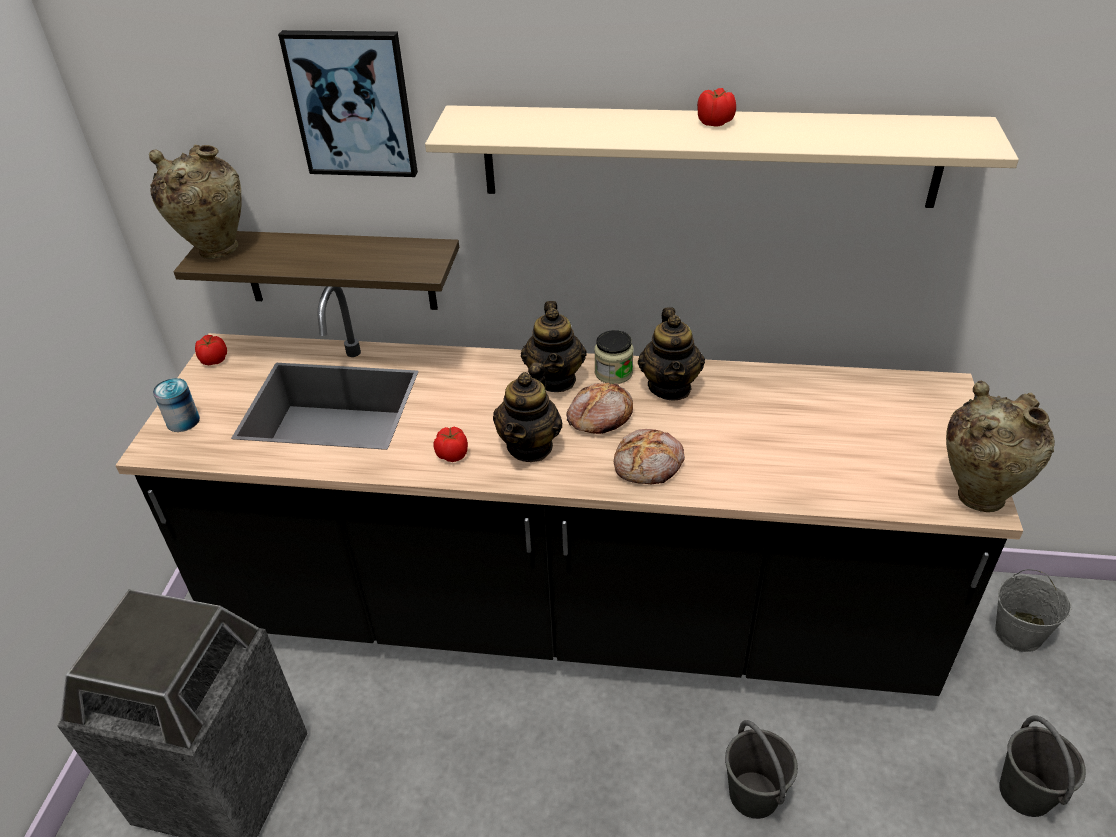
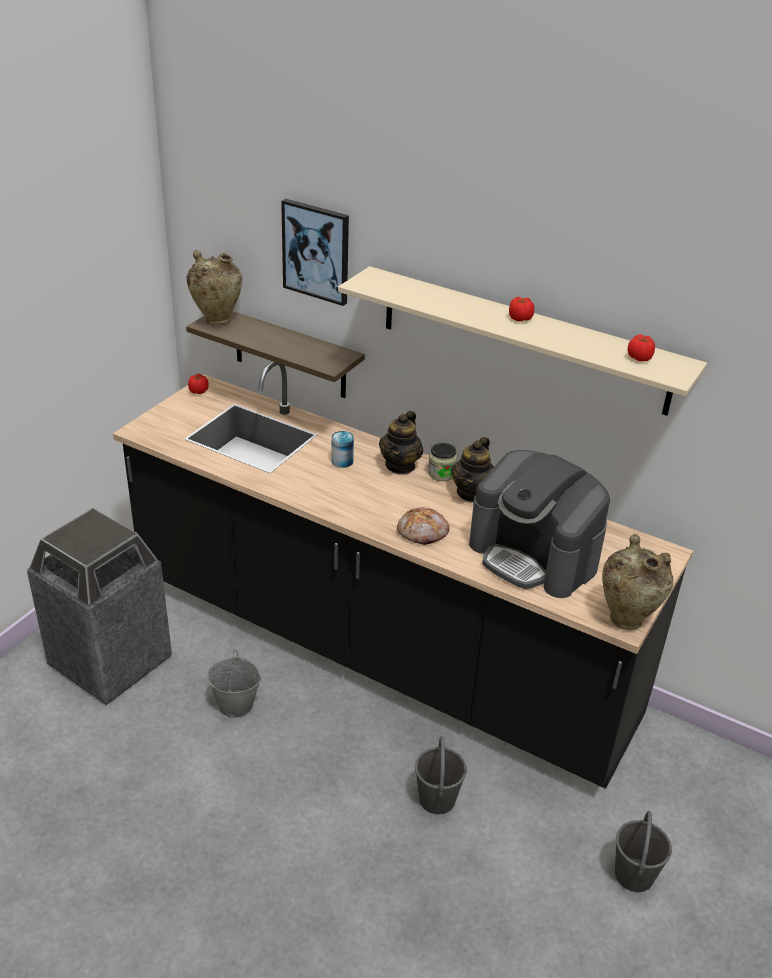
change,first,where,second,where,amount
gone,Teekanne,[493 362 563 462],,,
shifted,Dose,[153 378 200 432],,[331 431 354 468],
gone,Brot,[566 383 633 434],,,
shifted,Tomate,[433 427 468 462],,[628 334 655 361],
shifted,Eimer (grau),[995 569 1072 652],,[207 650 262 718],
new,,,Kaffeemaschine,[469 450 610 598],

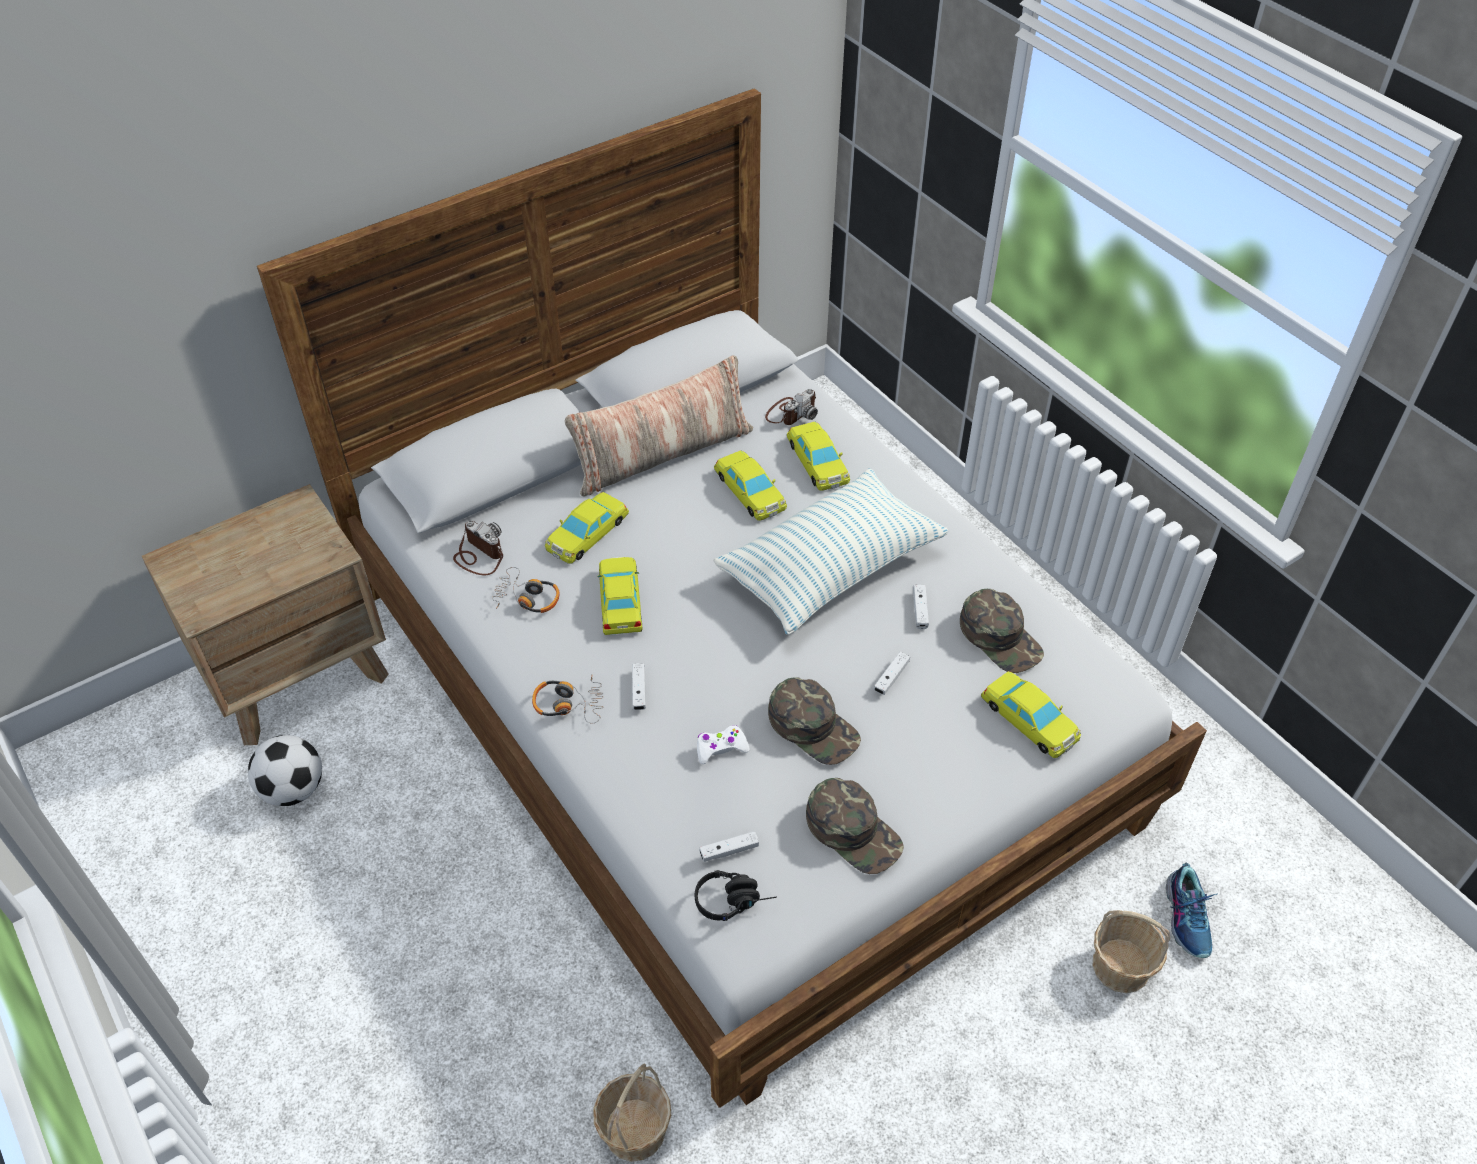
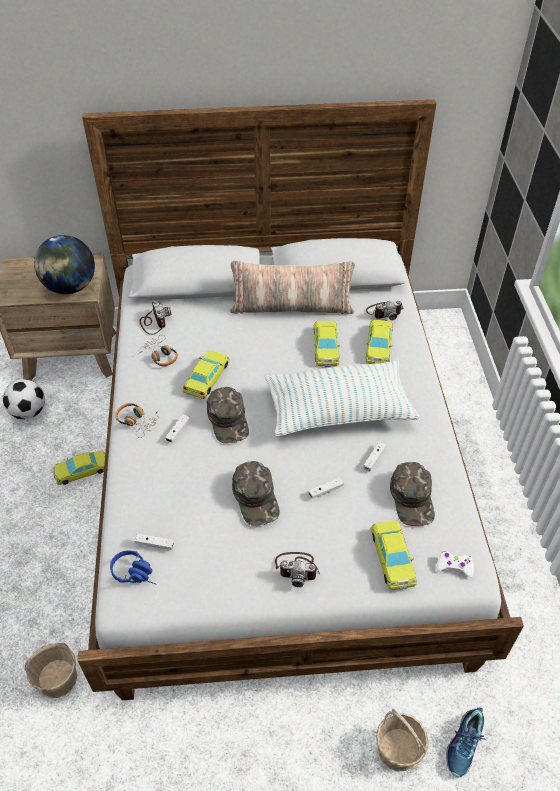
change,first,where,second,where,amount
shifted,Spielzeugauto (gelb),[545 492 629 564],,[53 451 105 485],
shifted,Gamepad (weiß),[697 725 749 764],,[436 551 474 578],
shifted,Kappe (grün),[806 778 904 874],,[207 387 249 443],
repainted,Kopfhörer (schwarz),[695 870 777 921],Kopfhörer (blau),[110 550 156 584],
new,,,Globus,[34 235 95 294],
new,,,Kamera,[275 552 320 587],

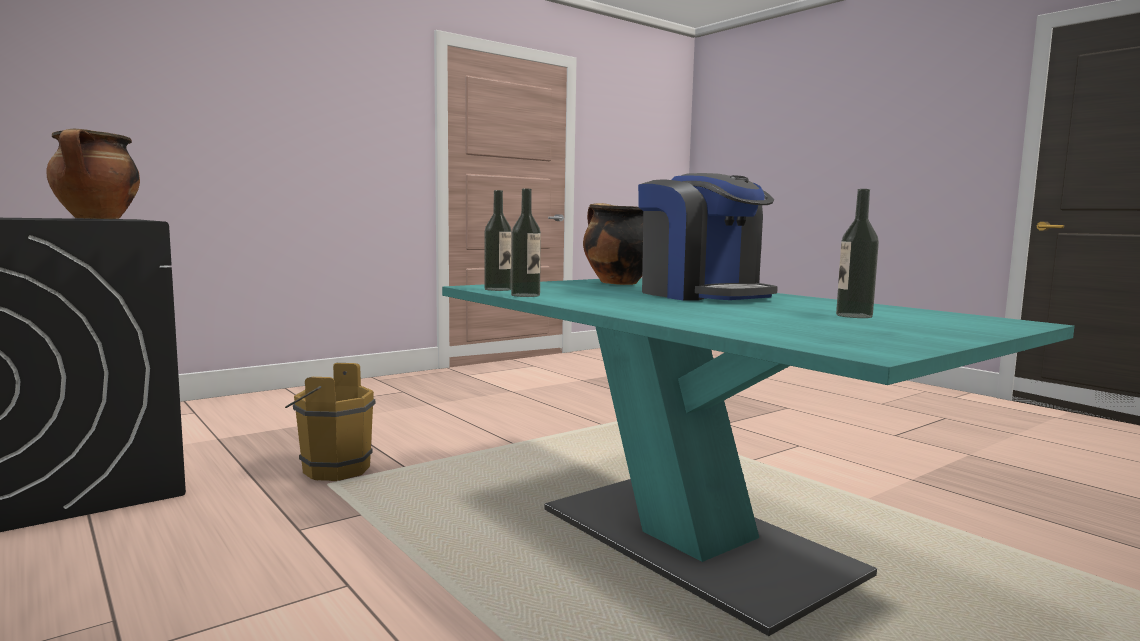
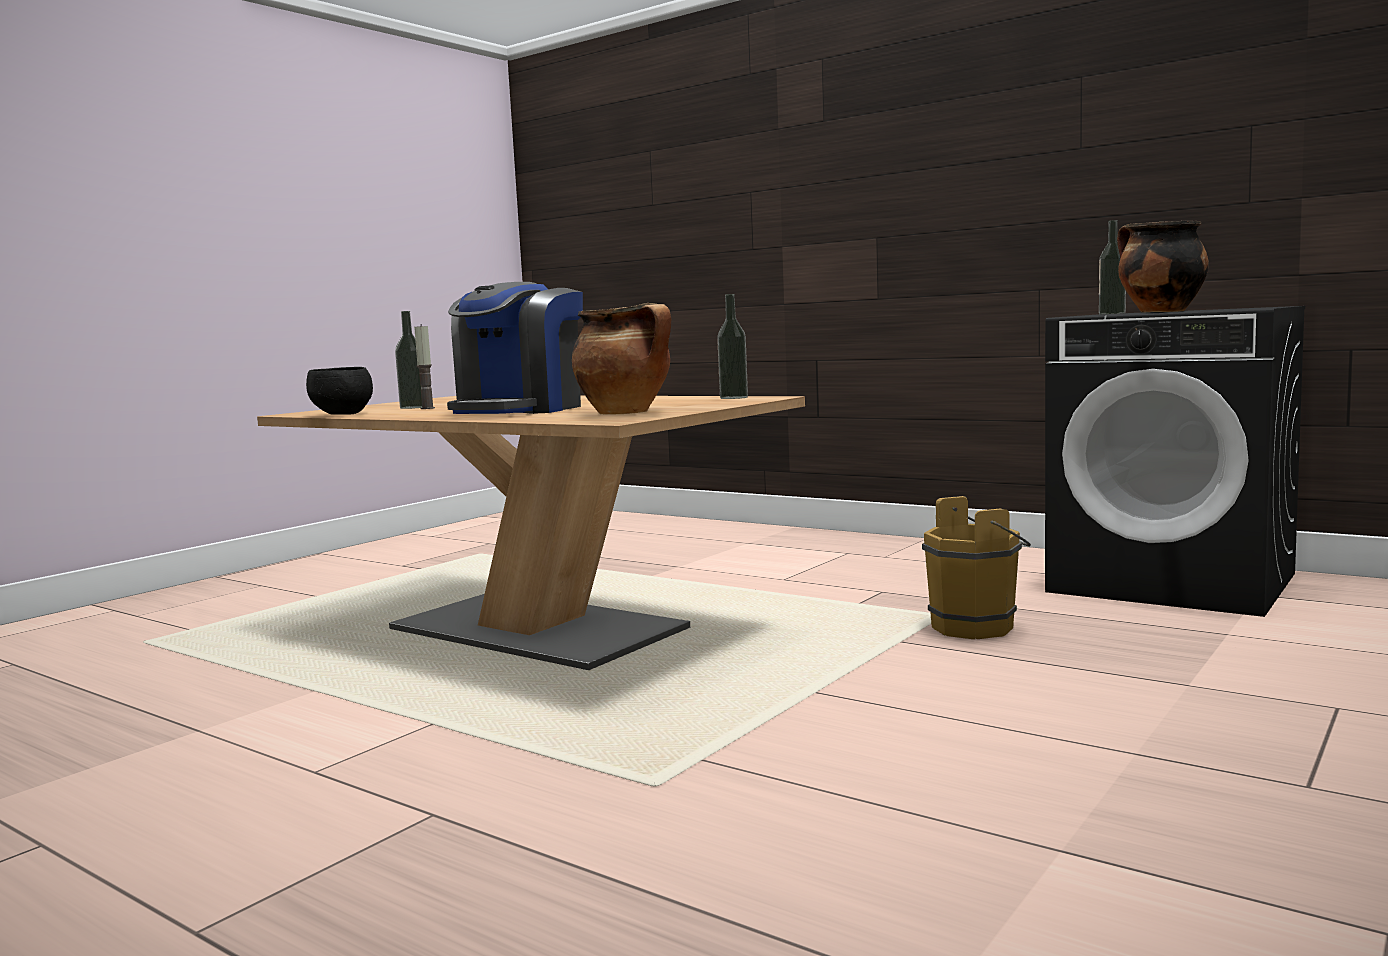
change,first,where,second,where,amount
rotated,Kaffeemaschine,[638 173 777 301],,[447 282 583 414],105 degrees counterclockwise
shifted,Flasche,[511 189 541 297],,[1099 220 1126 314],
repainted,Esstisch (türkis),[442 278 1074 636],Esstisch (braun),[257 396 805 670],
new,,,Kerze,[414 326 435 409],
new,,,Schüssel (schwarz),[306 367 373 415],

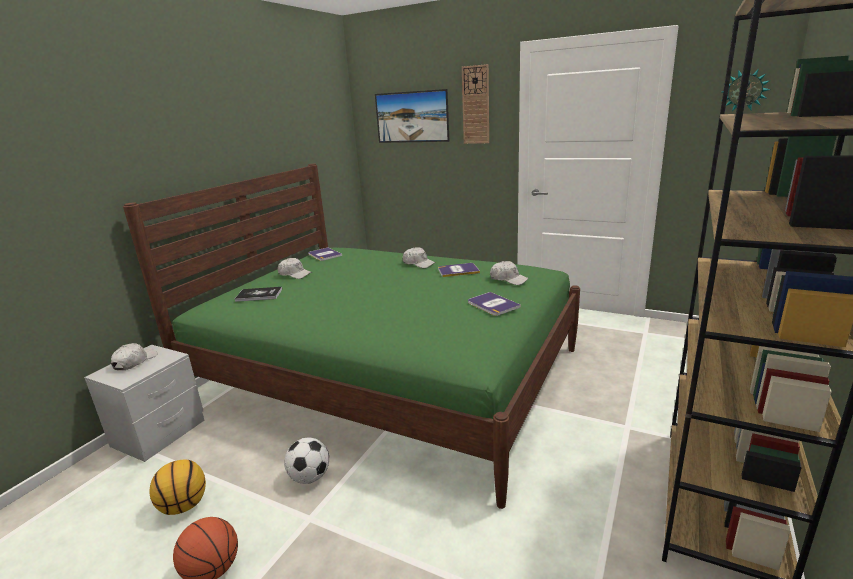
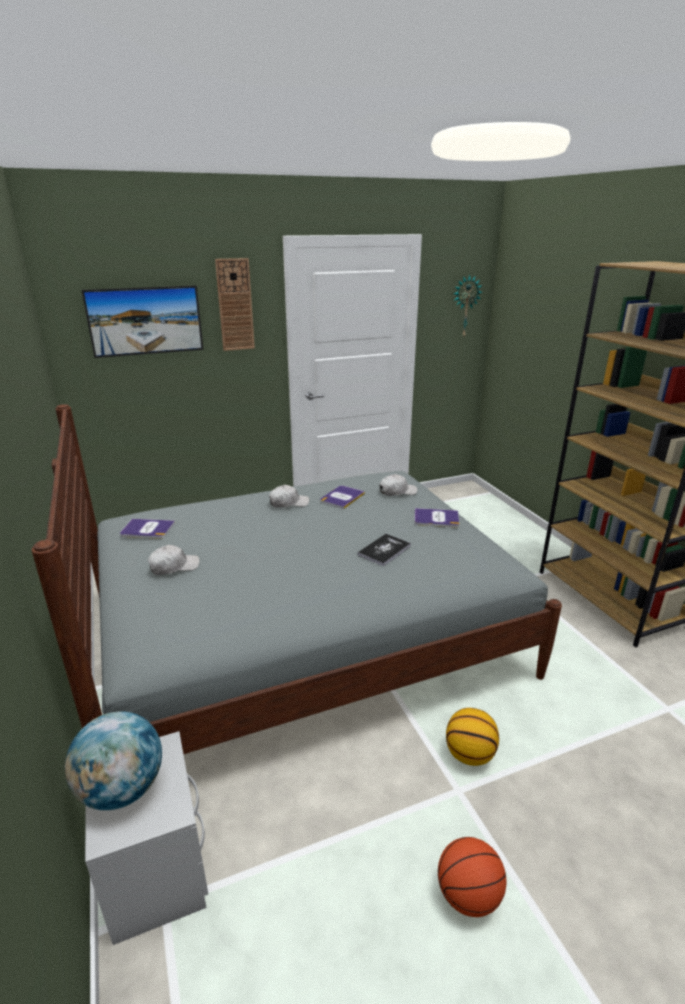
change,first,where,second,where,amount
repainted,Bett (grün),[123 164 580 509],Bett (grau),[32 404 562 754],
shifted,Buch,[235 287 282 302],,[358 534 411 566],
swapped,Kappe (weiß),[111 343 157 370],Globus,[65 711 162 810],
gone,Fußball,[284 438 329 484],,,
shifted,Basketball,[150 459 206 515],,[446 708 499 766],

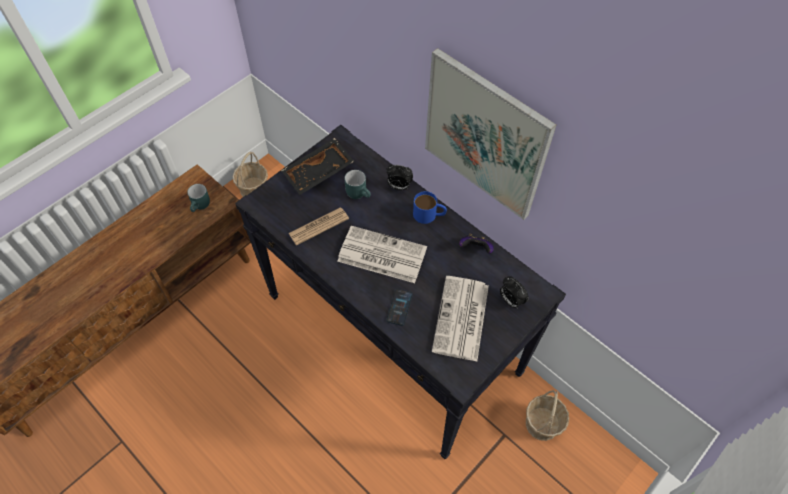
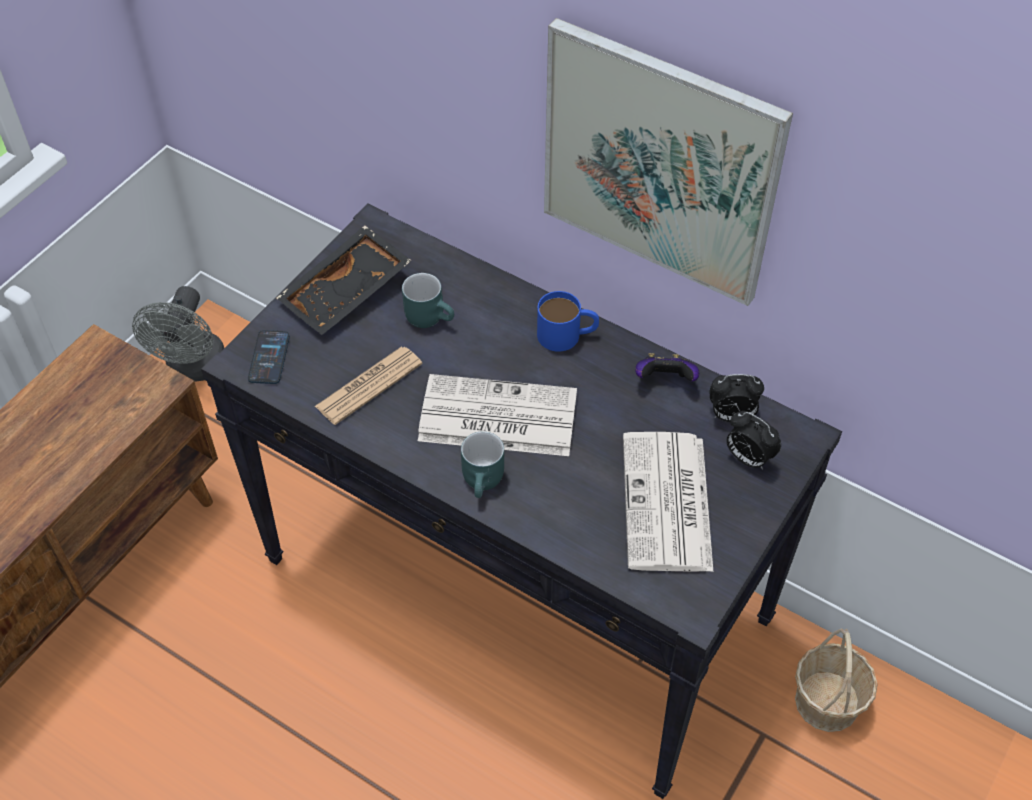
change,first,where,second,where,amount
swapped,Korb,[233 152 268 197],Ventilator (grau),[132 286 224 382],
shifted,Wecker,[386 165 413 190],,[709 374 764 422],
shifted,Henkelbecher (türkis),[187 184 210 212],,[461 431 504 498],
shifted,Handy,[386 289 413 326],,[248 330 290 384],

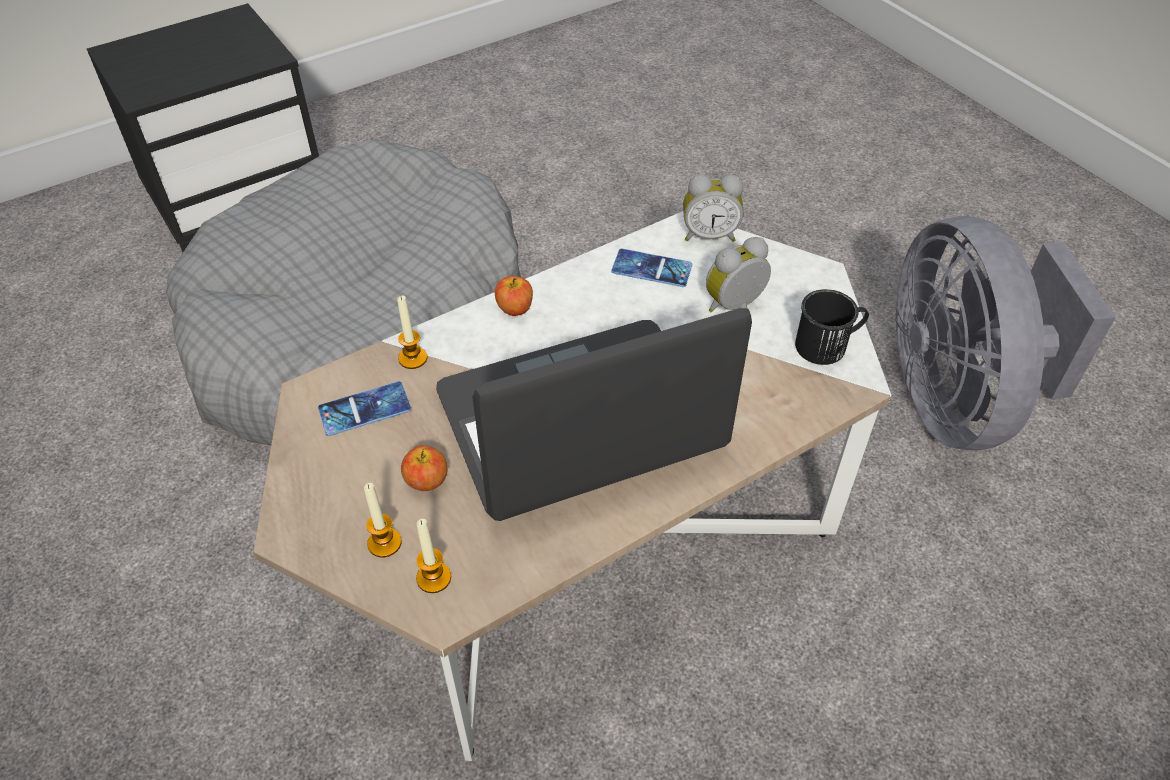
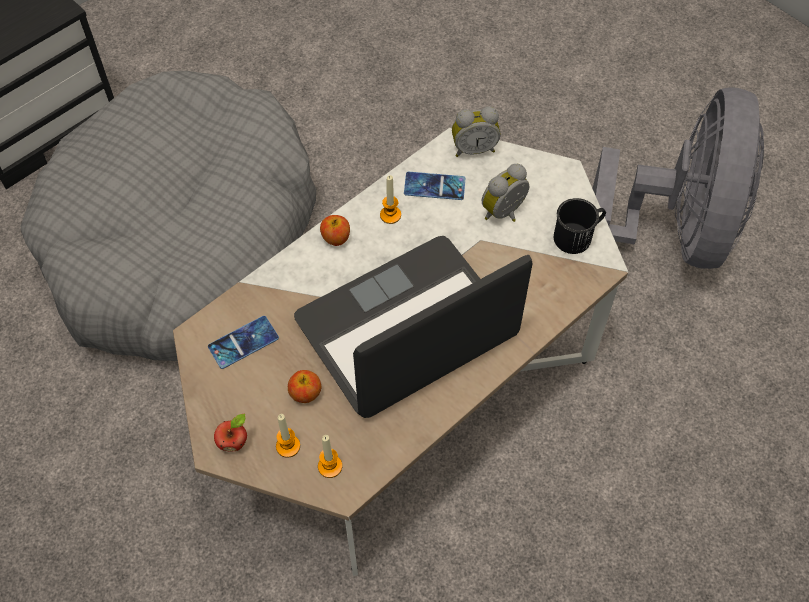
change,first,where,second,where,amount
rotated,Ventilator (grau),[895 216 1116 450],,[592 87 764 269],150 degrees counterclockwise
shifted,Kerze,[397 296 427 369],,[380 175 401 224],
new,,,Apfel,[214 414 247 452],

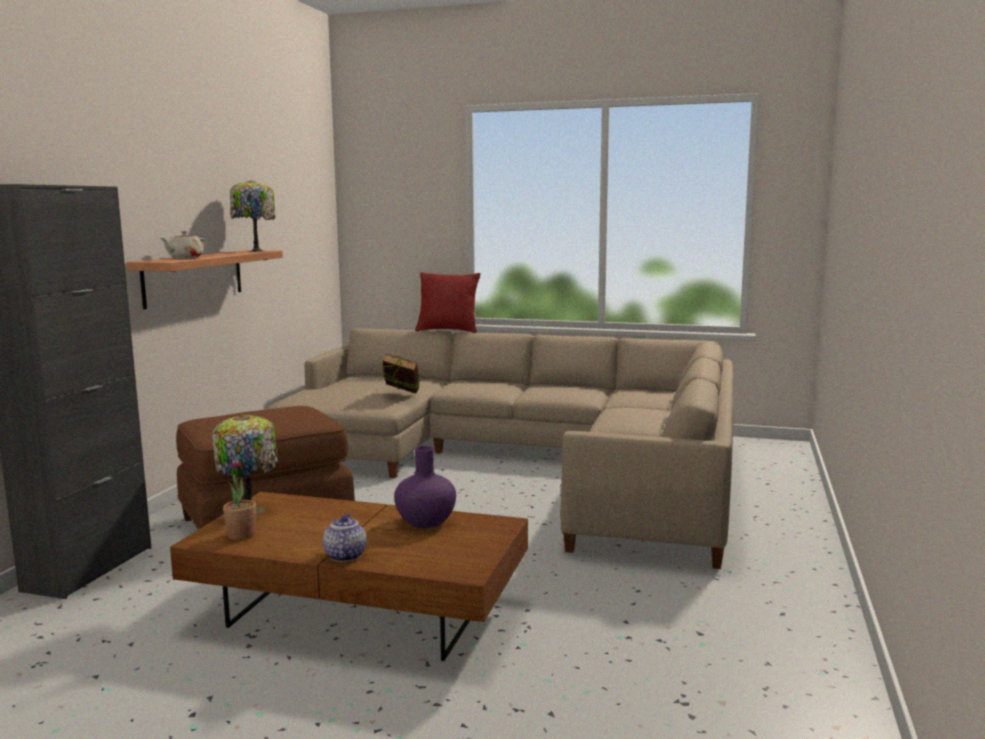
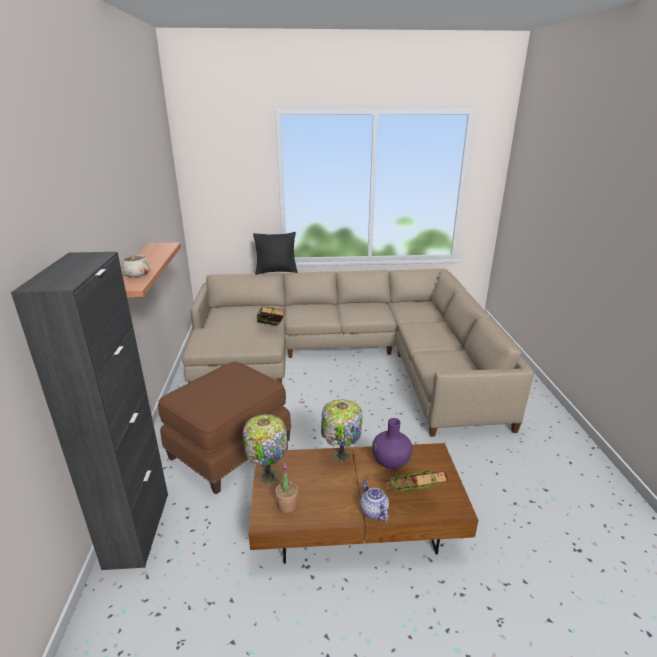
change,first,where,second,where,amount
shifted,Tischlampe,[230 180 275 252],,[321 399 363 463],
repainted,Kissen (rot),[415 272 480 333],Kissen (schwarz),[253 232 298 275],
new,,,Buch,[385 470 448 492],

